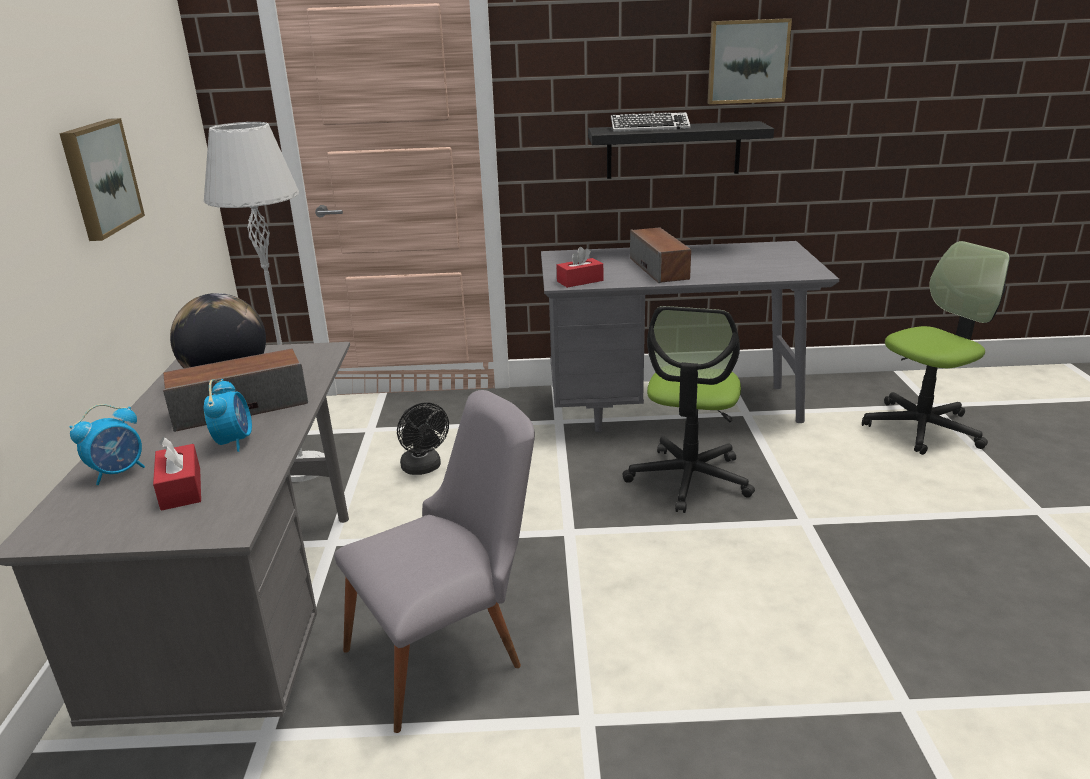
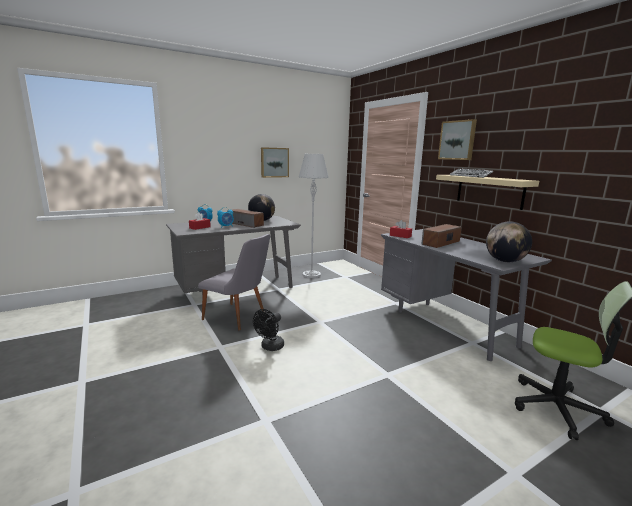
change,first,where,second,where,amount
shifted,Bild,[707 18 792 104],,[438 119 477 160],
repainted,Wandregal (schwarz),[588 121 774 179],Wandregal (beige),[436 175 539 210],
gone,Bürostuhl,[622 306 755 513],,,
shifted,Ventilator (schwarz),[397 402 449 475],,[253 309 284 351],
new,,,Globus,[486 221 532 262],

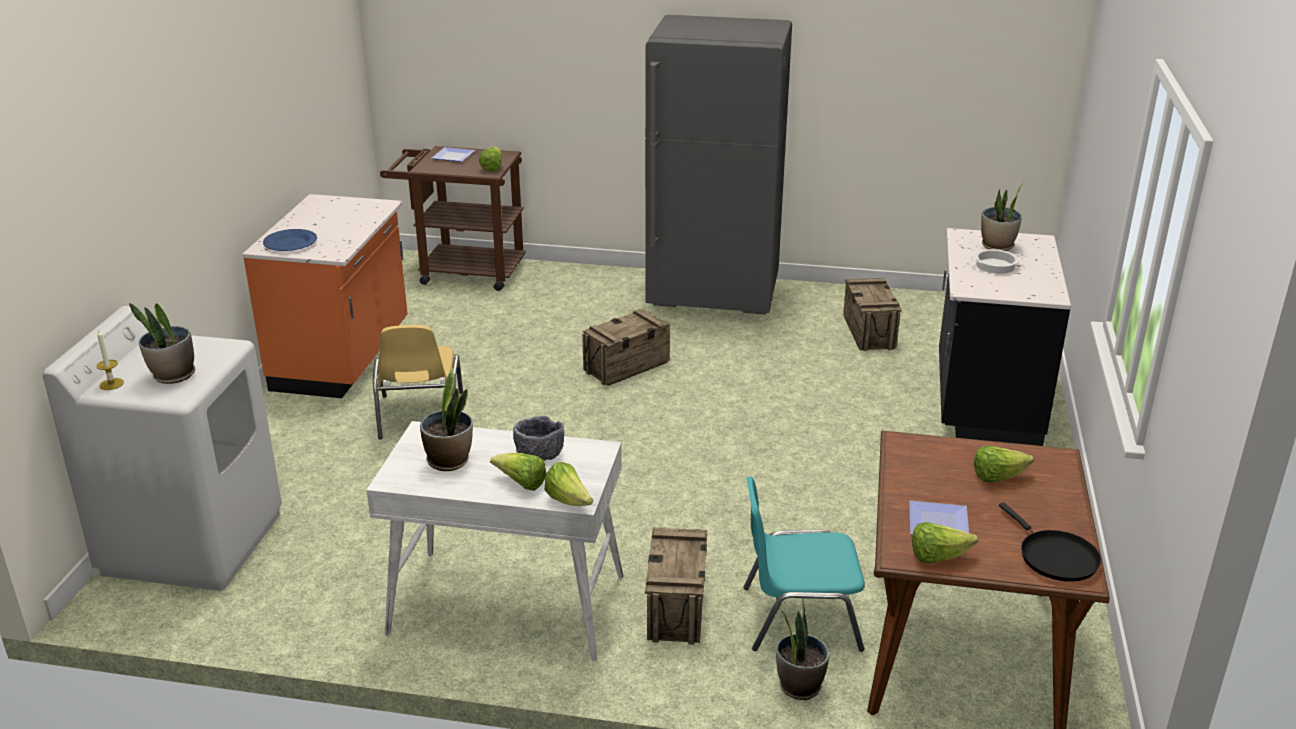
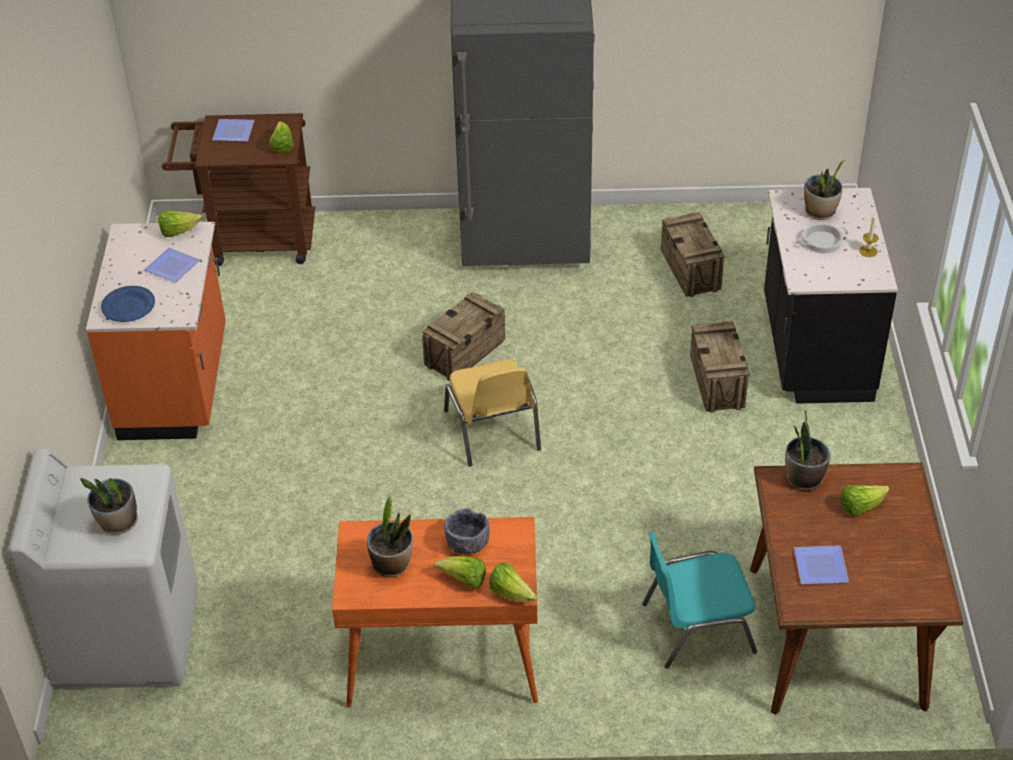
change,first,where,second,where,amount
shifted,Stuhl (gelb),[373 325 463 439],,[444 359 541 467],
shifted,Kerze,[97 329 124 390],,[859 214 878 257],
repainted,Schreibtisch (weiß),[366 421 623 662],Schreibtisch (orange),[332 517 538 707],
gone,Pfanne (schwarz),[999 502 1101 582],,,
shifted,Salatkopf,[912 522 978 563],,[158 211 202 237],
shifted,Kiste,[645 527 707 645],,[690 321 750 413],
shifted,Topfpflanze,[776 599 830 700],,[785 410 831 491],
new,,,Teller,[144 247 200 283],

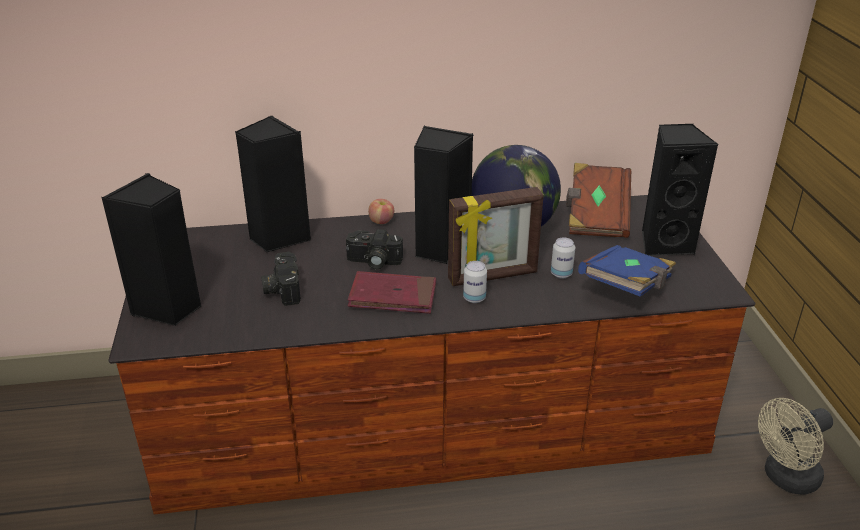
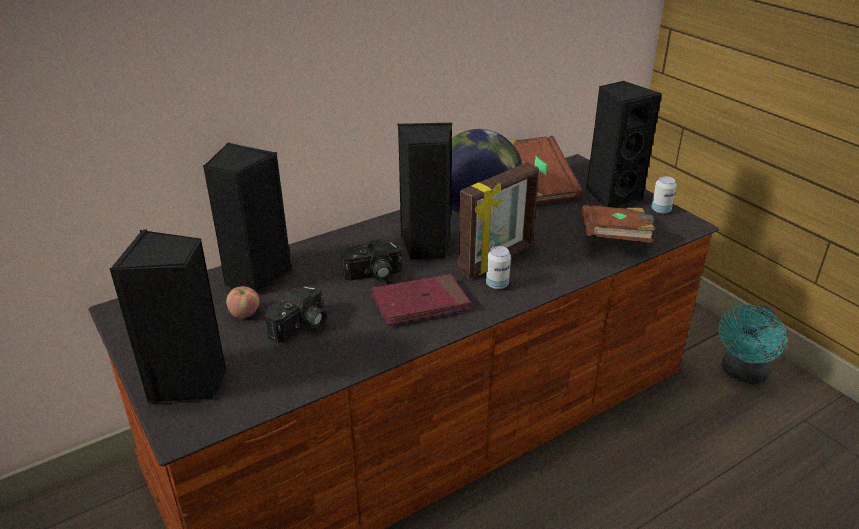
change,first,where,second,where,amount
shifted,Apfel,[368 199 394 224],,[226 286 259 318],
shifted,Dose,[551 237 575 278],,[651 176 676 214],
repainted,Buch (blau),[578 245 676 297],Buch (braun),[582 205 655 243],
rotated,Kamera,[261 252 301 306],,[265 285 327 343],105 degrees counterclockwise
repainted,Ventilator (beige),[758 398 833 495],Ventilator (türkis),[719 304 787 384],

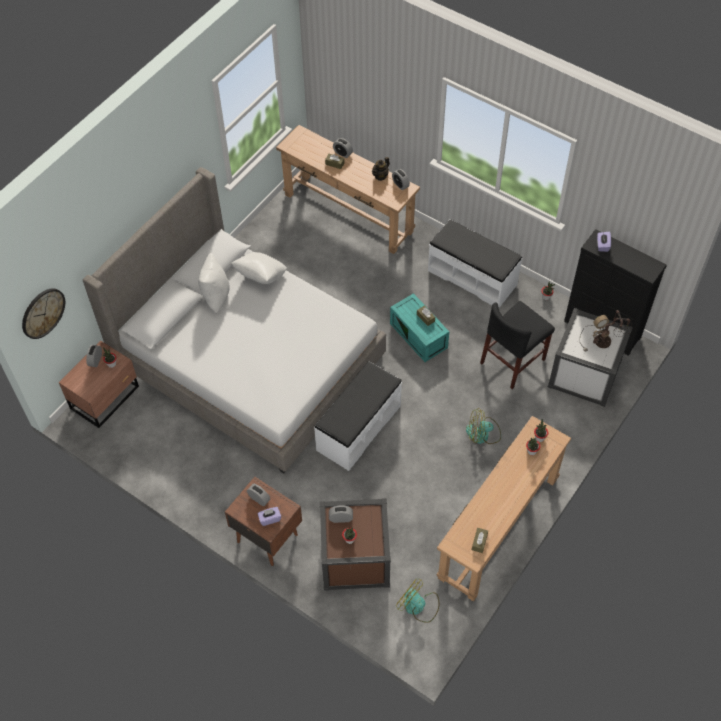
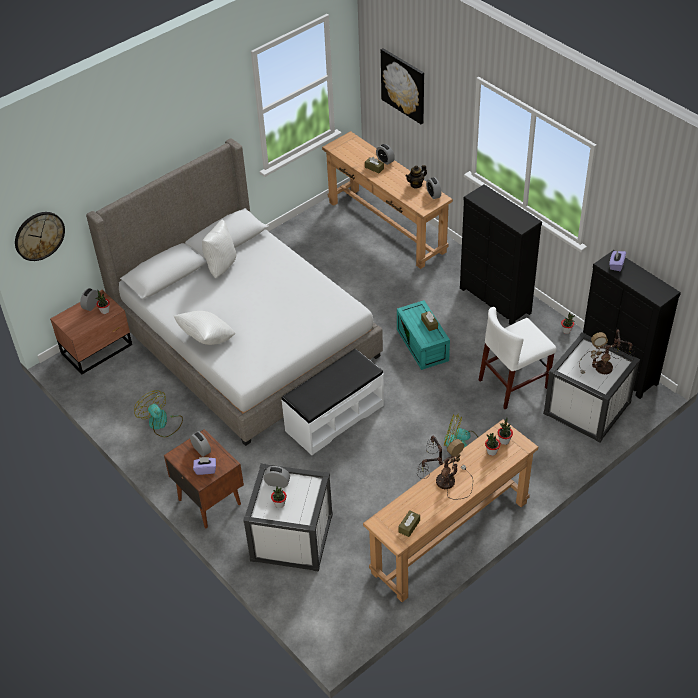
change,first,where,second,where,amount
swapped,Bank (weiß),[428 219 522 308],Kommode (schwarz),[460 185 542 325],
shifted,Kissen (weiß),[231 252 287 284],,[174 311 235 345],
repainted,Stuhl (schwarz),[480 301 555 389],Stuhl (weiß),[479 307 557 409],
repainted,Aufbewahrungsbox (braun),[320 498 391 591],Aufbewahrungsbox (weiß),[243 463 333 572],
shifted,Ventilator,[396 578 439 623],,[134 390 183 437],
new,,,Bild,[381 48 424 124],
new,,,Tischlampe,[417 436 473 499],

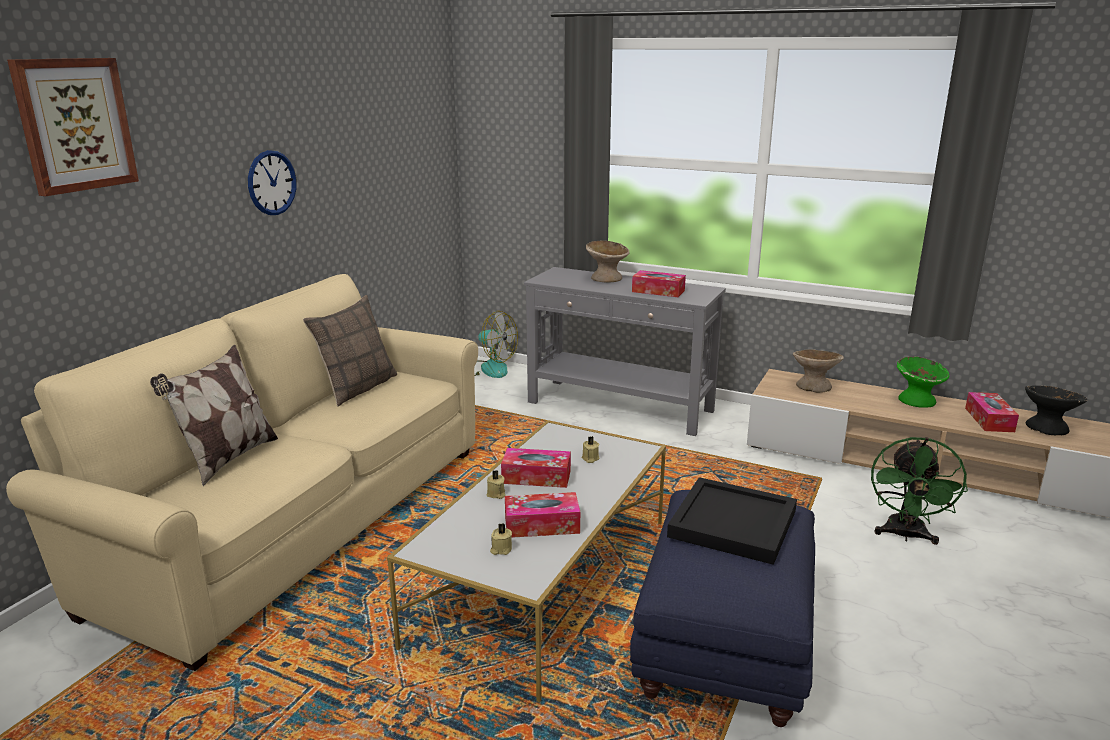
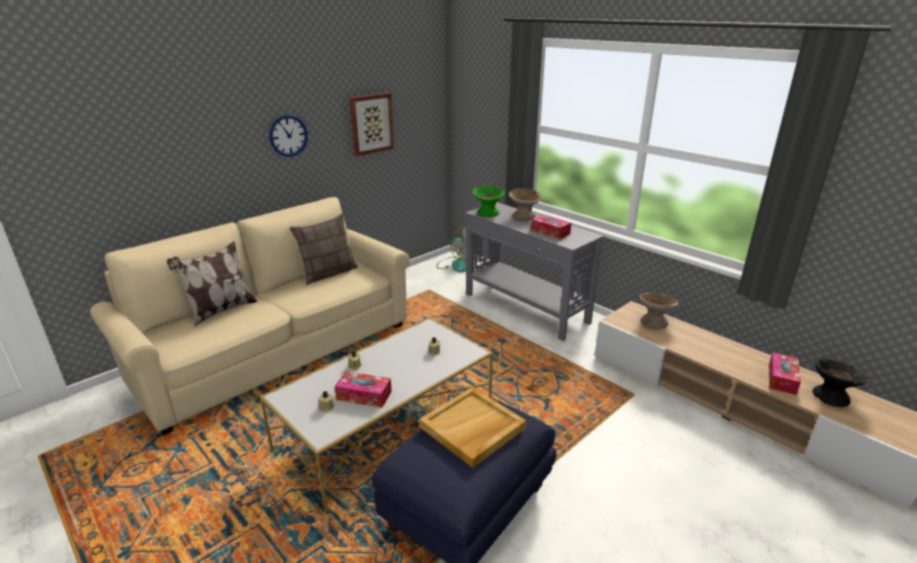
change,first,where,second,where,amount
shifted,Bild,[7 58 139 196],,[349 93 394 156],
shifted,Schüssel (grün),[897 357 949 408],,[472 185 505 217],
gone,Ventilator (grün),[871 437 968 545],,,
gone,Taschentuchbox,[501 448 571 488],,,
repainted,Tablett (schwarz),[667 477 797 565],Tablett (beige),[419 387 526 468],

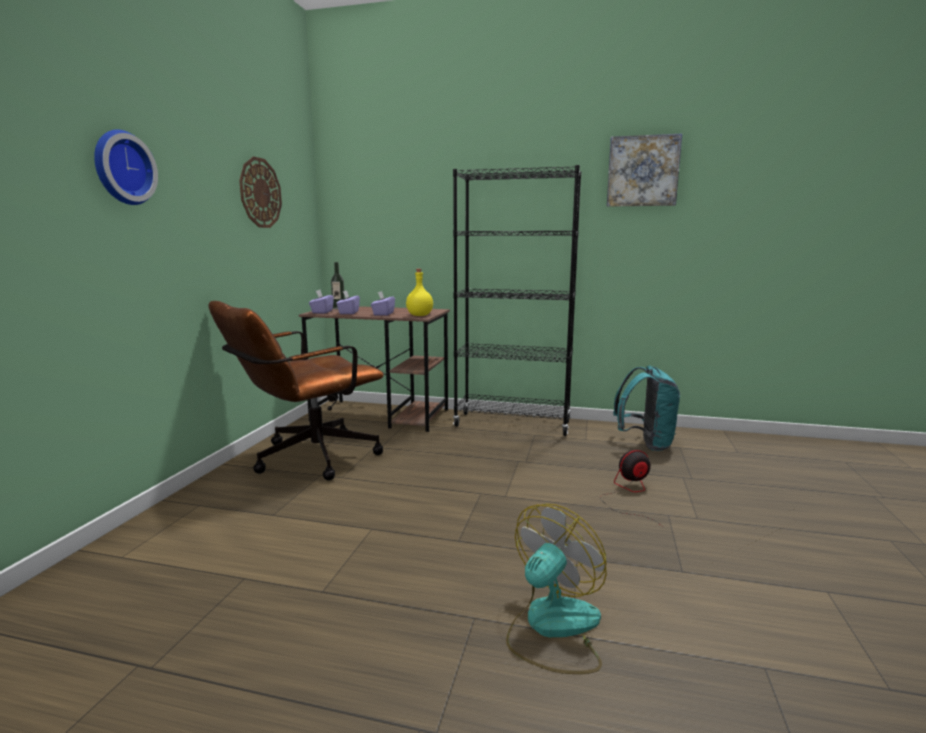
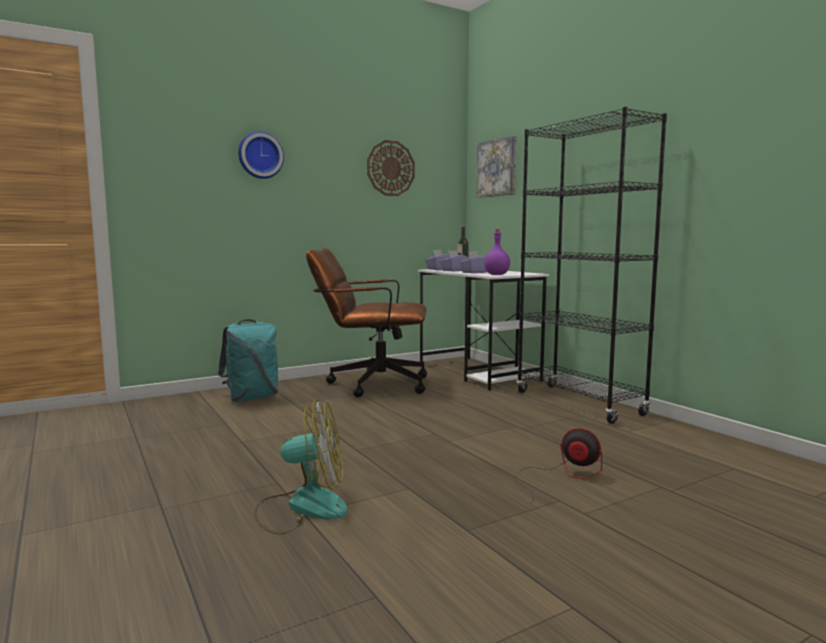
change,first,where,second,where,amount
shifted,Bild,[607 133 682 207],,[477 136 517 198],
repainted,Flasche (gelb),[406 269 433 316],Flasche (lila),[484 229 510 275],
repainted,Schreibtisch (braun),[299 306 450 432],Schreibtisch (weiß),[418 269 549 390],
shifted,Rucksack (türkis),[613 366 680 451],,[218 319 278 402],

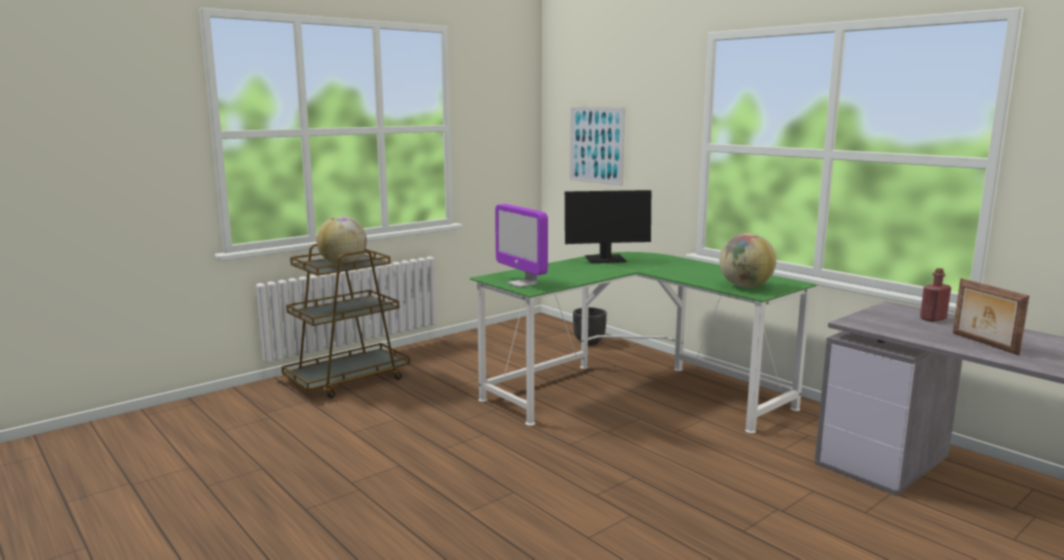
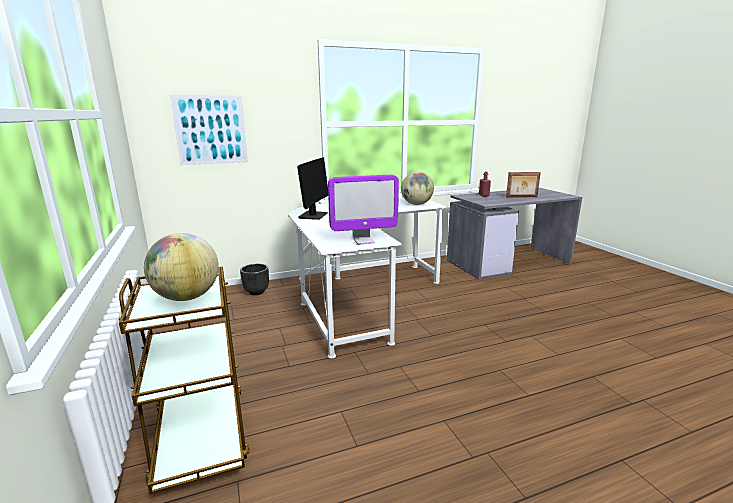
change,first,where,second,where,amount
repainted,Schreibtisch (grün),[470 252 817 433],Schreibtisch (weiß),[289 197 447 358],

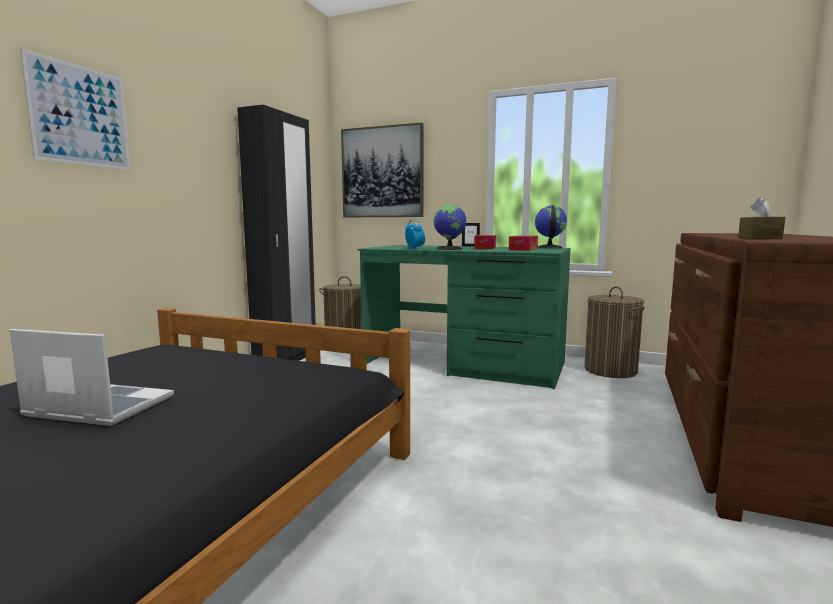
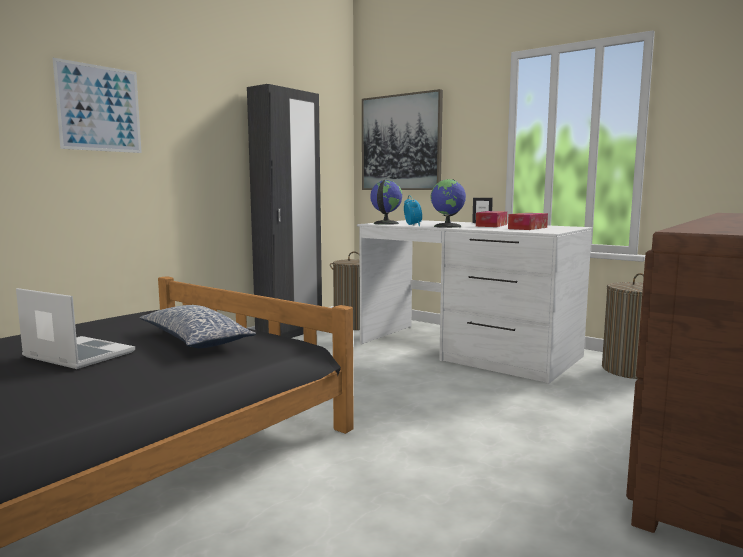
change,first,where,second,where,amount
gone,Taschentuchbox (braun),[738 197 785 239],,,
shifted,Globus,[535 205 567 249],,[370 180 402 225],
repainted,Schreibtisch (grün),[358 245 571 389],Schreibtisch (weiß),[357 220 592 384],
new,,,Kissen,[140 305 256 348],

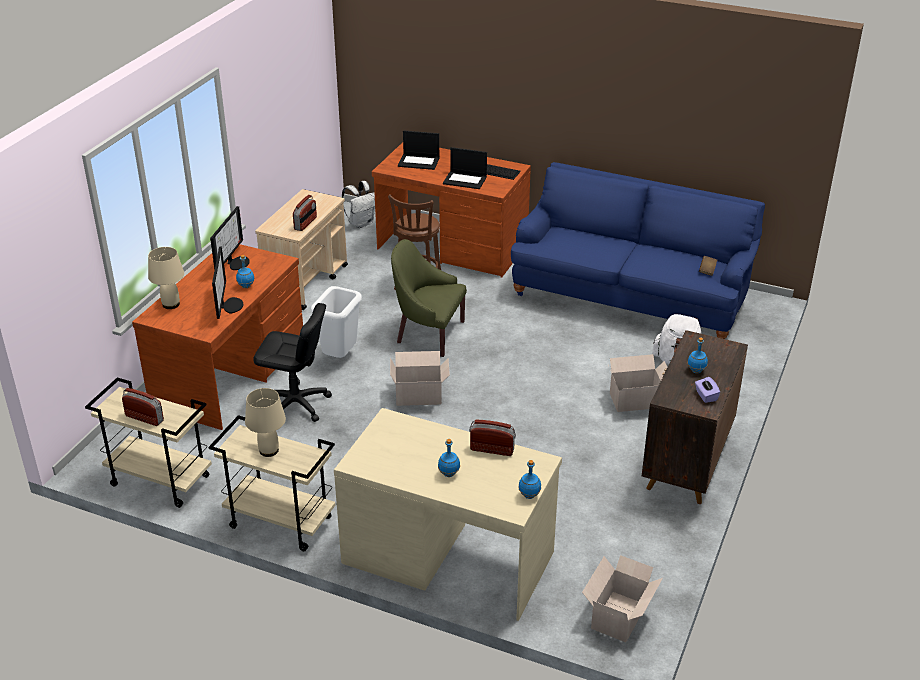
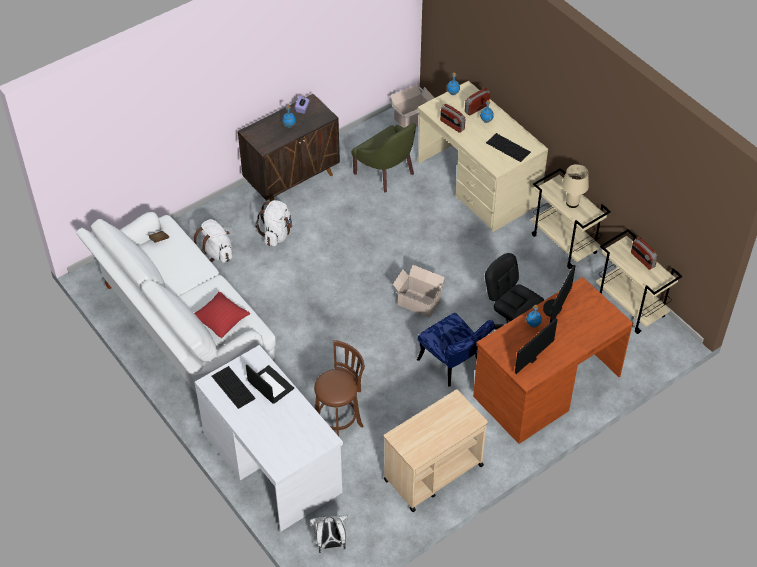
change,first,where,second,where,amount
gone,Laptop,[398 130 439 170],,,
repainted,Schreibtisch (braun),[372 142 531 278],Schreibtisch (weiß),[195 345 343 532],
repainted,Sofa (blau),[511 162 765 339],Sofa (weiß),[76 212 276 394],
shifted,Radio,[293 195 317 231],,[465 88 490 115],
shifted,Sessel (grün),[391 239 467 357],,[351 123 416 192],
gone,Tischlampe (beige),[148 247 184 309],,,
swapped,Mülleimer (weiß),[311 286 362 358],Stuhl (blau),[417 313 495 387],
swapped,Karton,[608 354 668 412],Rucksack (weiß),[255 200 292 247],
new,,,Tastatur,[486 133 531 162],
new,,,Kissen (rot),[194 292 250 338],

